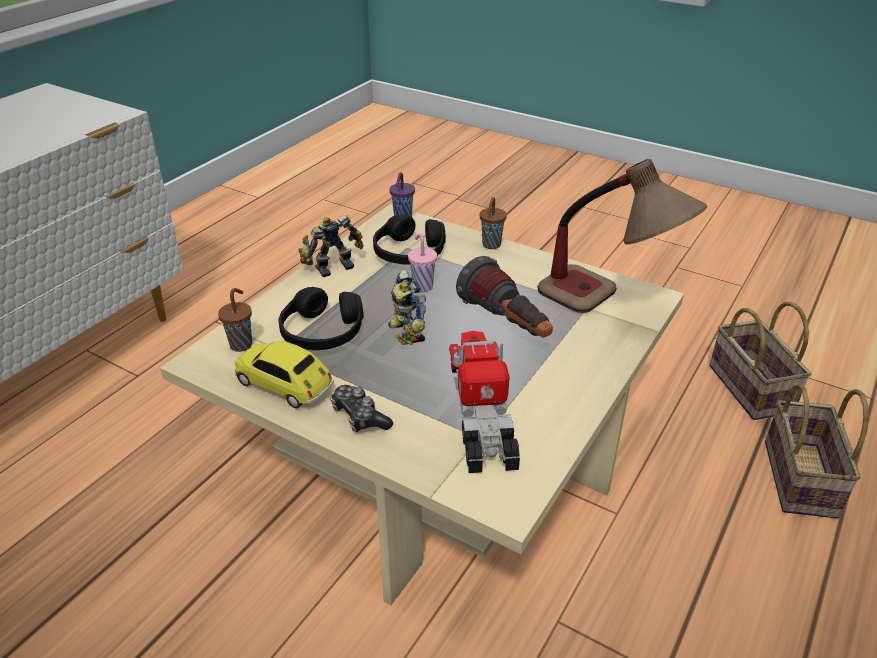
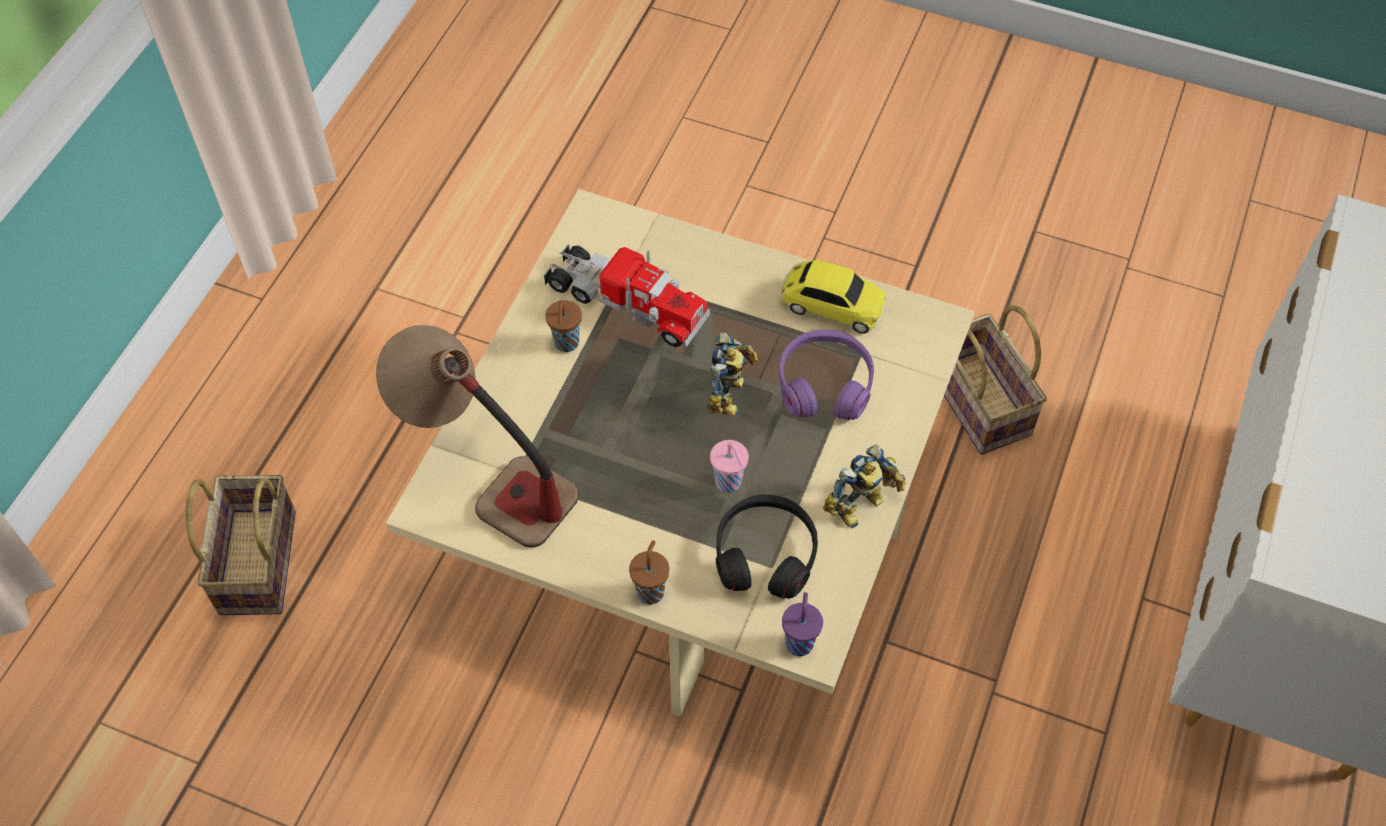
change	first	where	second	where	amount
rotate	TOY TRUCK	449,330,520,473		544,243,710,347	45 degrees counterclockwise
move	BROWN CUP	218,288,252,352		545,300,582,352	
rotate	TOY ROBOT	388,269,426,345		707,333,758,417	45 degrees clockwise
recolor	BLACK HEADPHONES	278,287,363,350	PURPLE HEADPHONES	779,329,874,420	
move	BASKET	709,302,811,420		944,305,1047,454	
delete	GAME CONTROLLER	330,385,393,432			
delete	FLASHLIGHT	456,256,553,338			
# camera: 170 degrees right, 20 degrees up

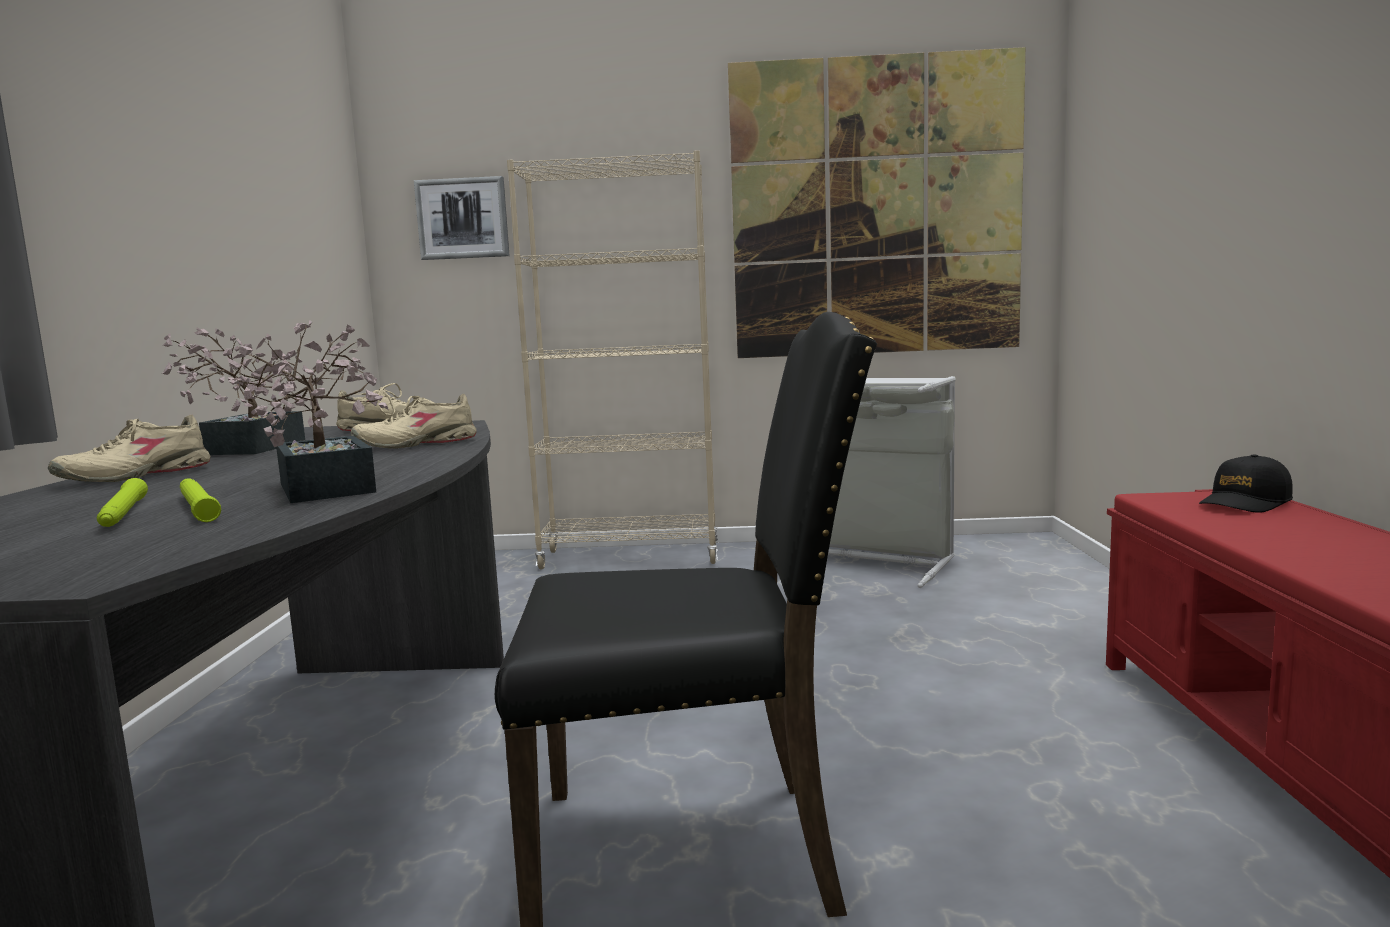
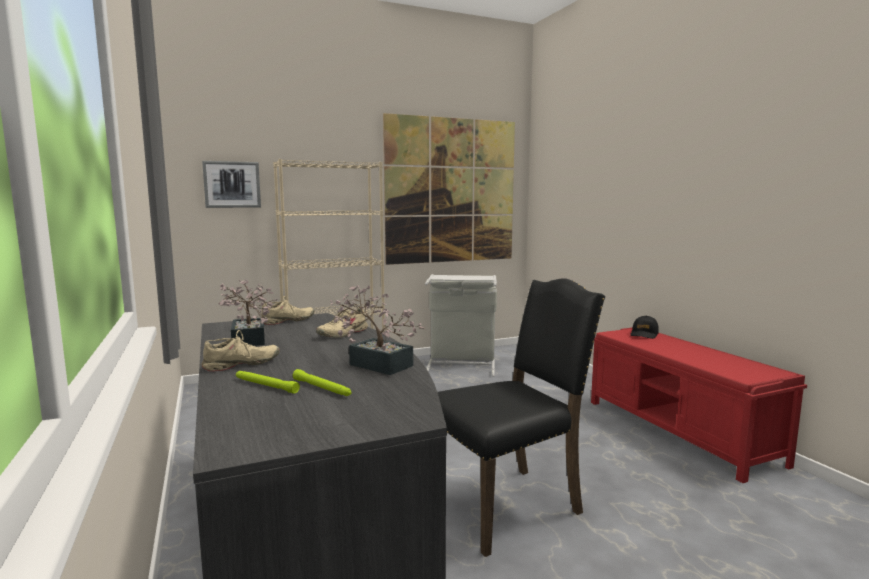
change	first	where	second	where	amount
rotate	BEIGE SHOE	48,415,210,482		202,330,280,371	135 degrees counterclockwise
move	GREEN FLASHLIGHT	180,478,221,522		236,371,300,394	
# camera: 25 degrees left, 0 degrees up

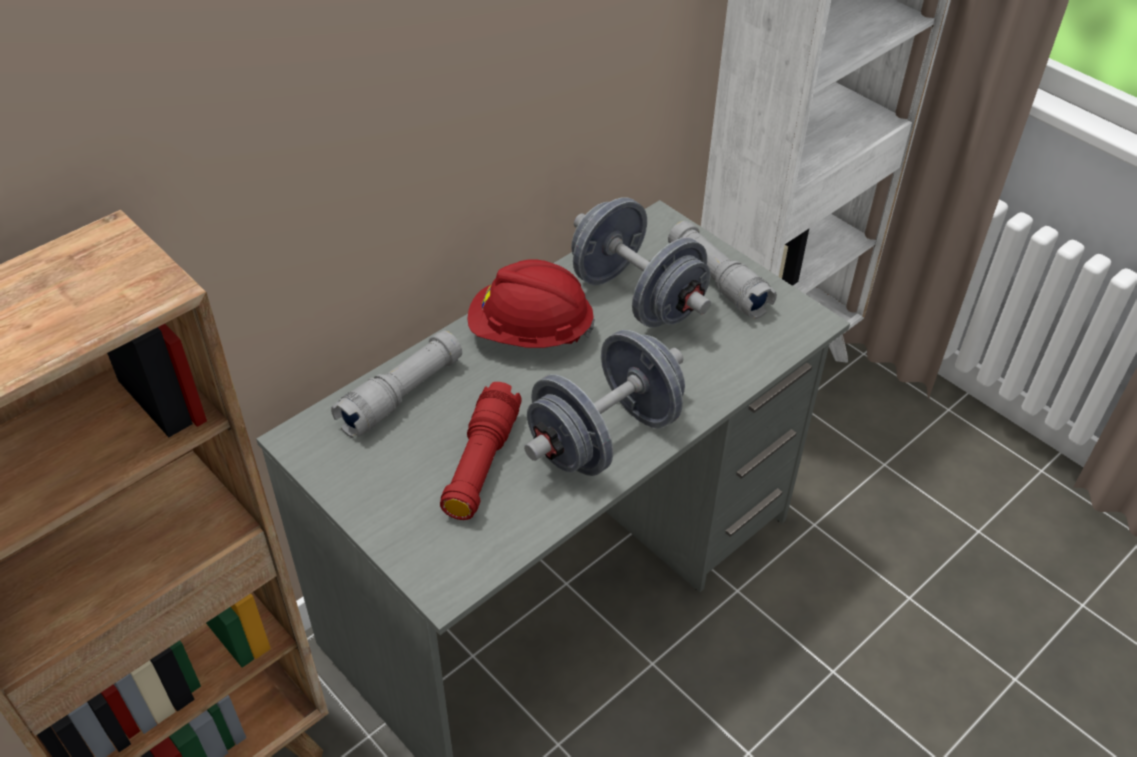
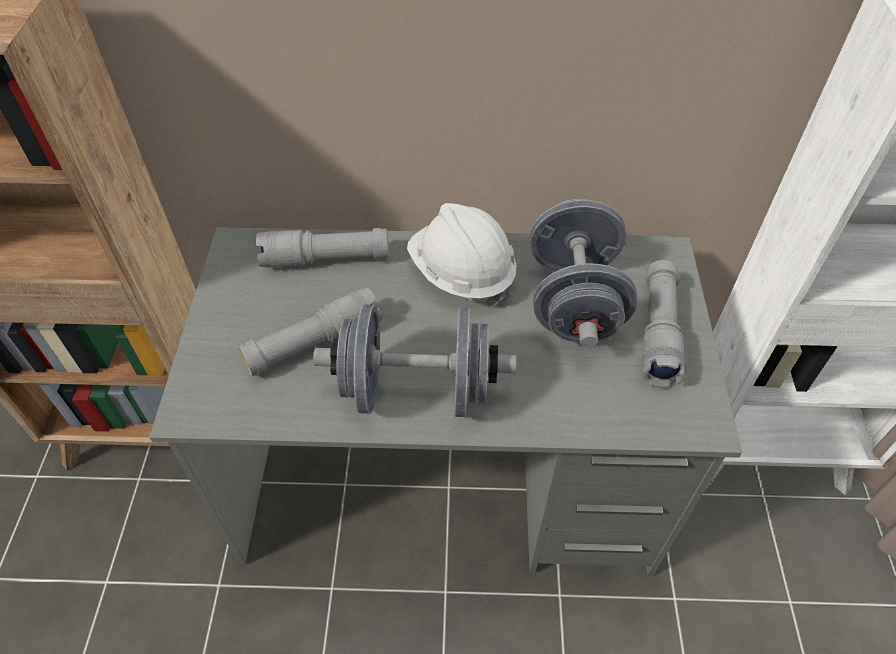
change	first	where	second	where	amount
recolor	RED FLASHLIGHT	440,382,522,520	GREY FLASHLIGHT	238,288,382,376	
recolor	RED HARD HAT	467,259,595,348	WHITE HARD HAT	407,203,517,306	
# camera: 45 degrees right, 5 degrees up

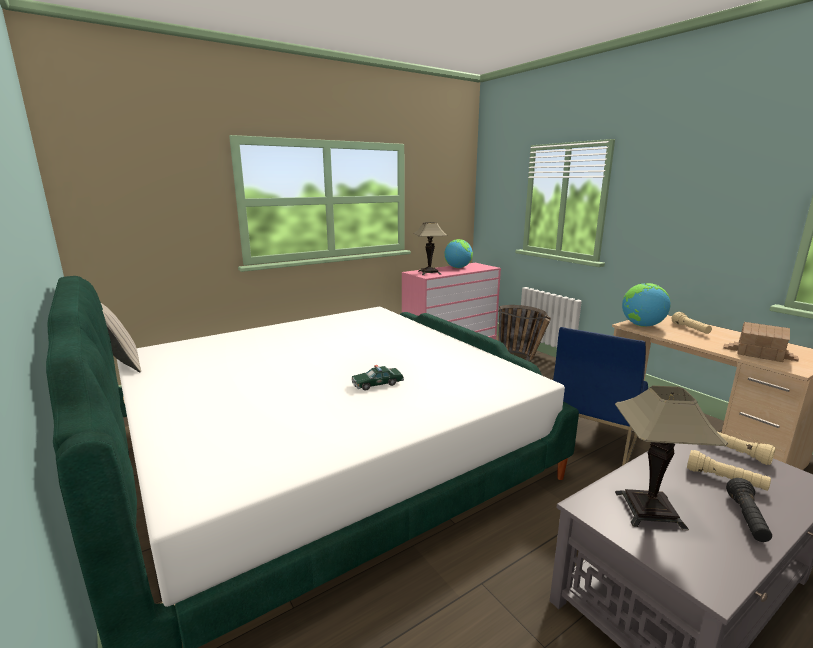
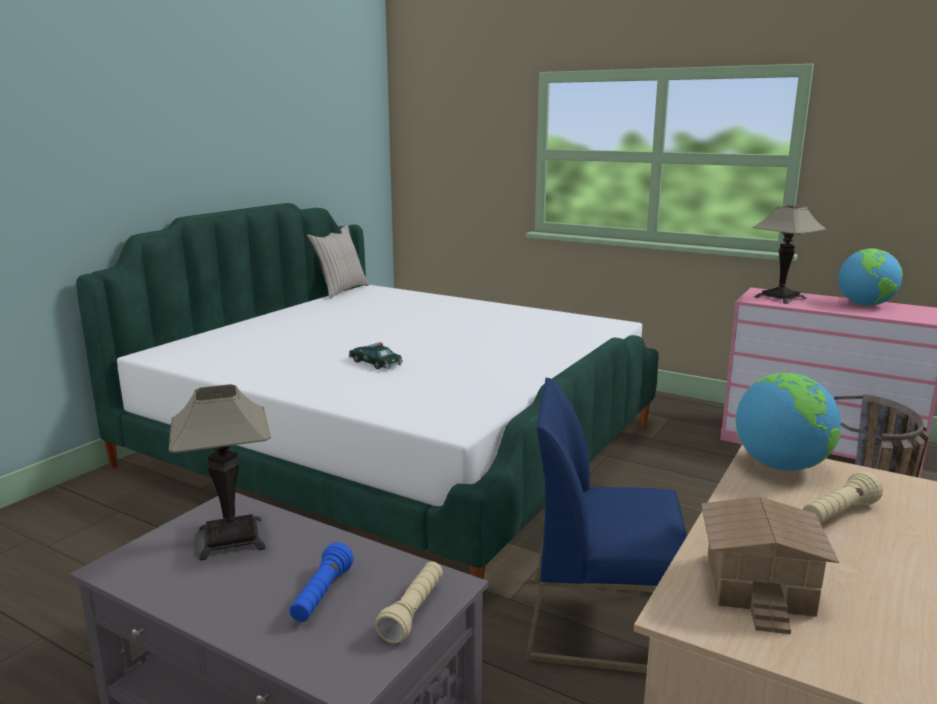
change	first	where	second	where	amount
recolor	BEIGE FLASHLIGHT	687,450,771,491	BLUE FLASHLIGHT	289,542,354,622	
delete	BLACK FLASHLIGHT	726,478,772,542			
# camera: 65 degrees right, 0 degrees up

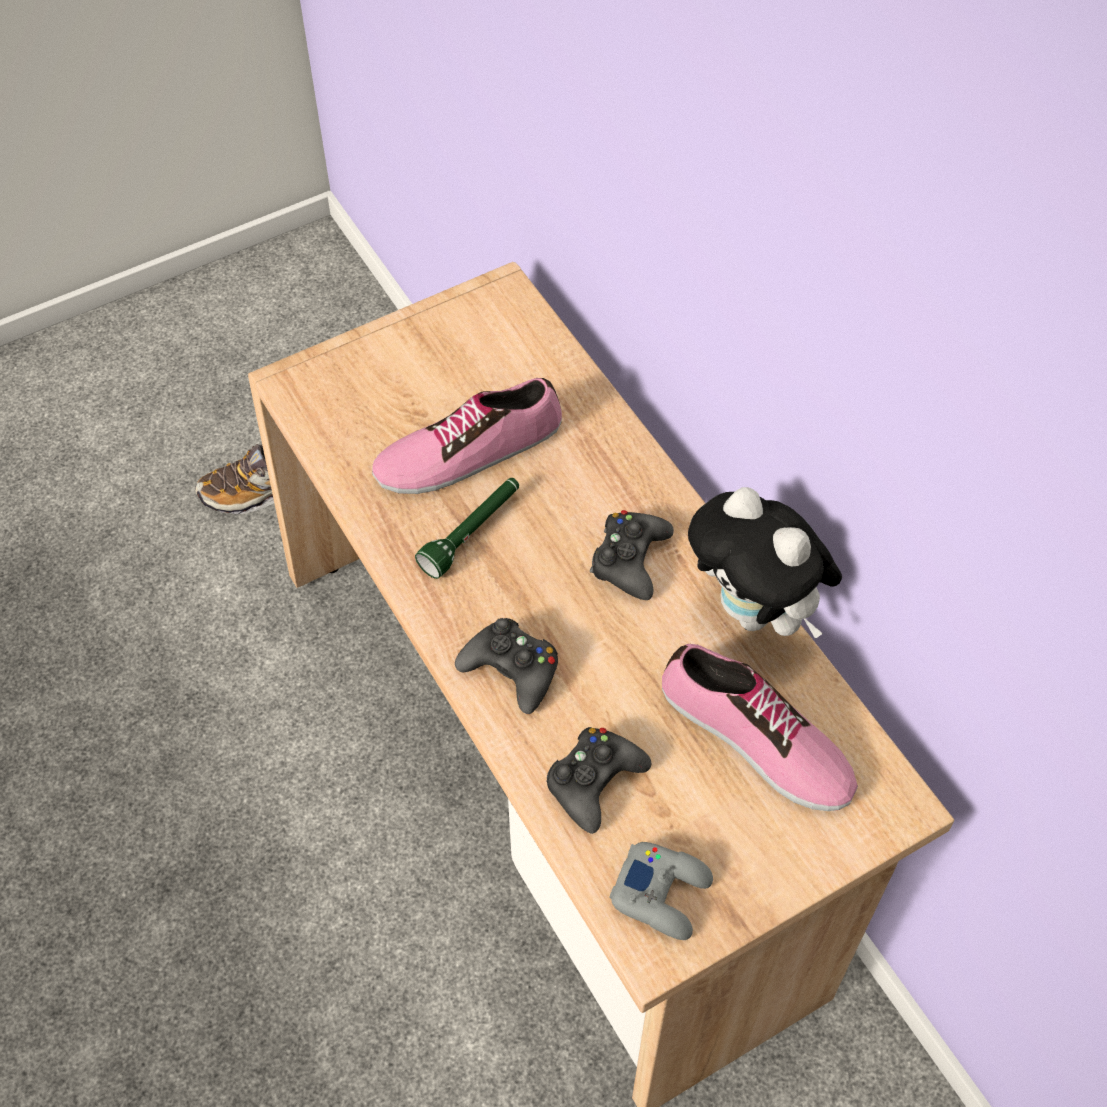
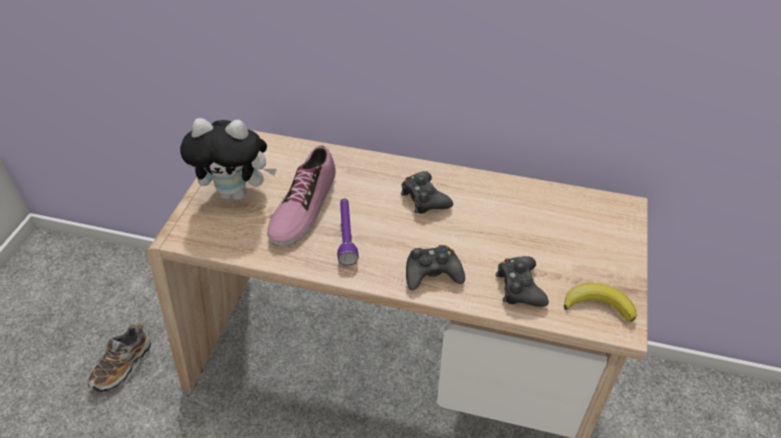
change	first	where	second	where	amount
move	PLUSH TOY	688,487,842,639		180,118,277,201	
recolor	GREEN FLASHLIGHT	415,478,519,579	PURPLE FLASHLIGHT	337,199,359,265	
replace	GREY GAME CONTROLLER	610,842,713,940	BANANA	564,283,637,322	
delete	SHOE	662,644,858,811			
# camera: 45 degrees left, 10 degrees down

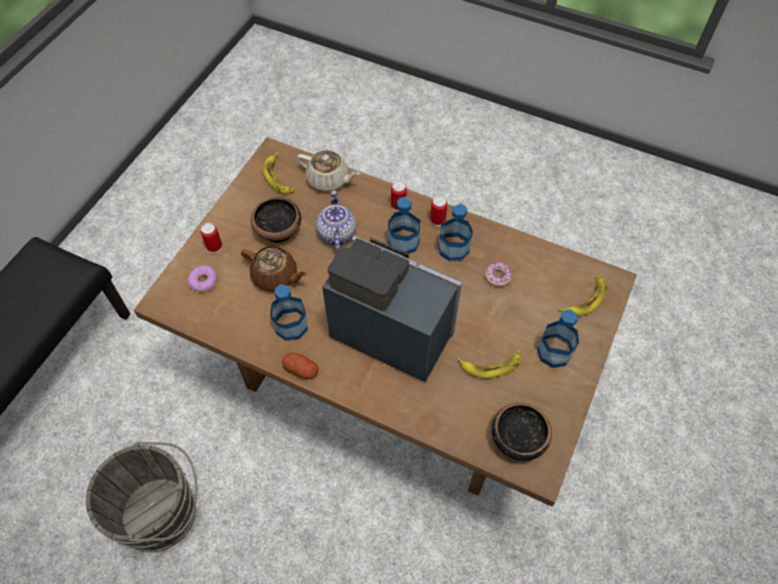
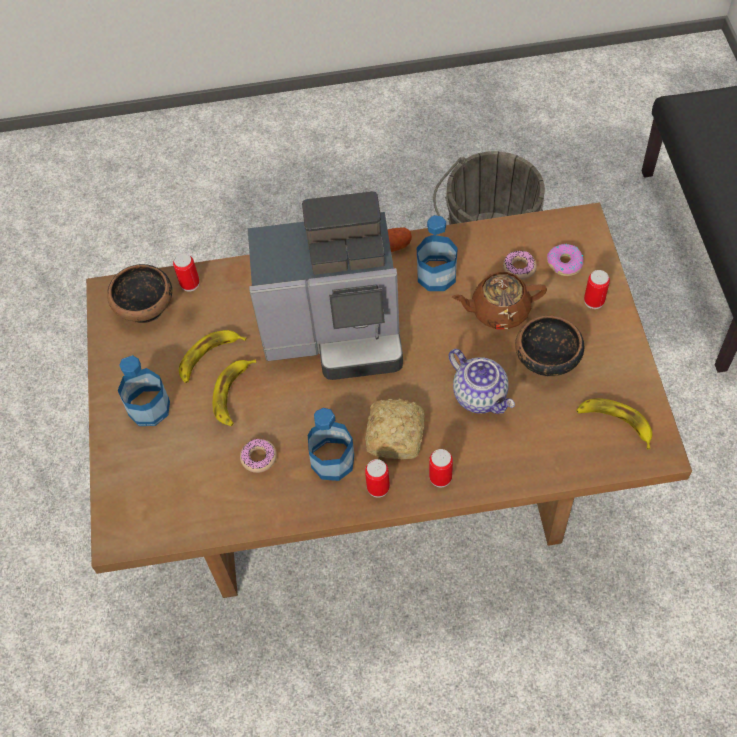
change	first	where	second	where	amount
insert			CAN	173,253,200,292	
move	BANANA	558,275,607,316		212,359,256,426	
replace	BOTTLE	388,197,420,254	BREAD	365,399,425,459	
insert			DONUT	503,250,537,280	
delete	BEIGE TEAPOT	297,150,360,192			
# camera: 150 degrees right, 0 degrees up

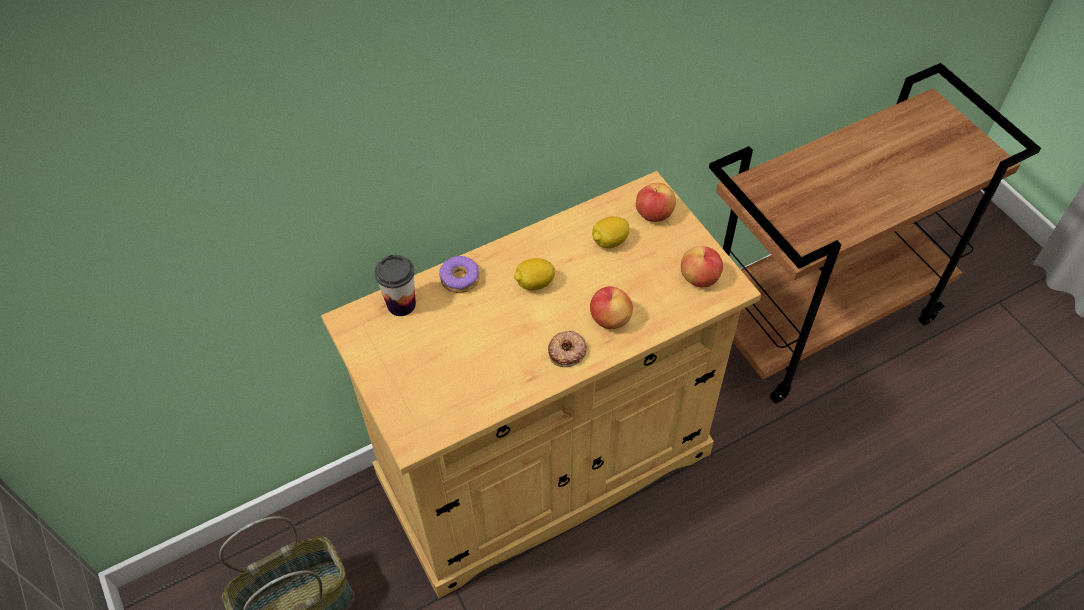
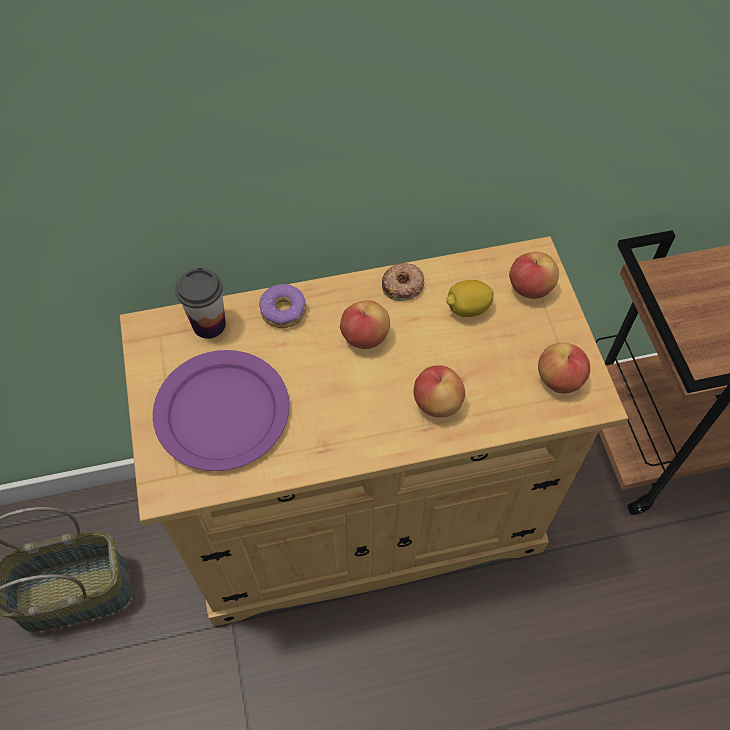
change	first	where	second	where	amount
insert			PURPLE PLATE	153,350,289,471	
replace	LEMON	514,258,555,290	APPLE	340,300,390,349	
move	DONUT	548,331,587,367		382,263,424,301	
# camera: 15 degrees right, 5 degrees up

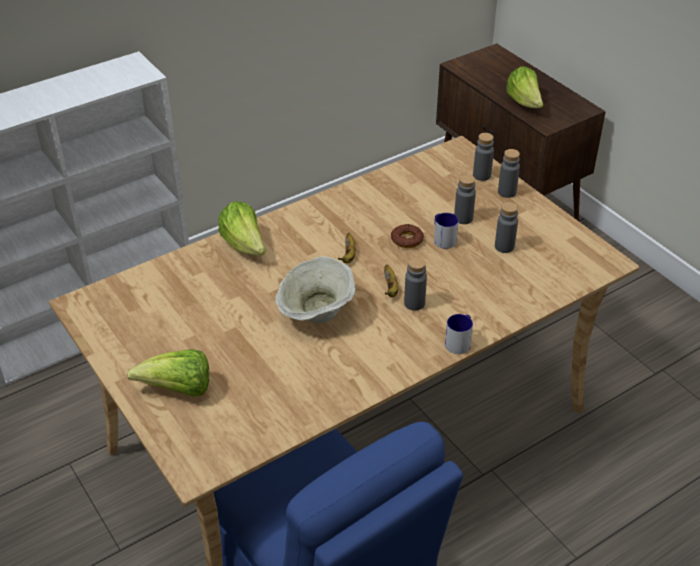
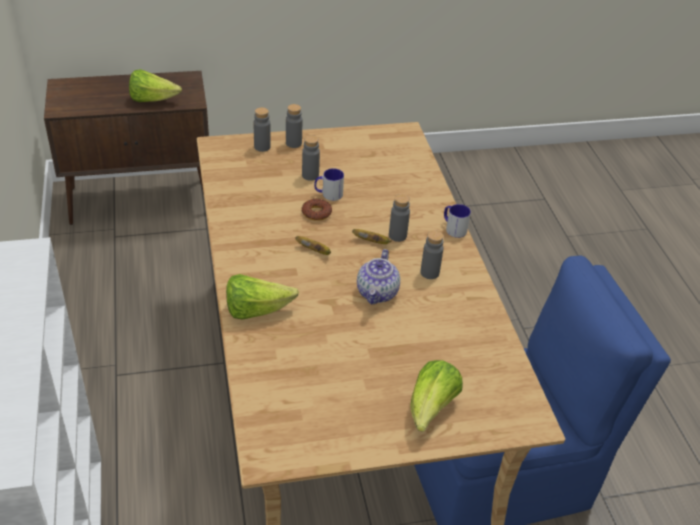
change	first	where	second	where	amount
replace	BEIGE BOWL	275,256,355,324	TEAPOT	357,249,400,304	
move	GREY BOTTLE	495,202,518,253		420,230,444,279	
# camera: 70 degrees left, 0 degrees up

